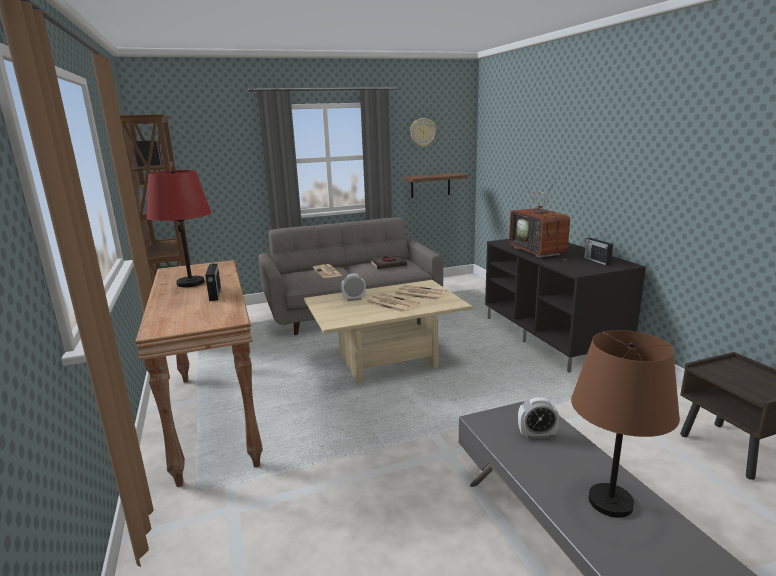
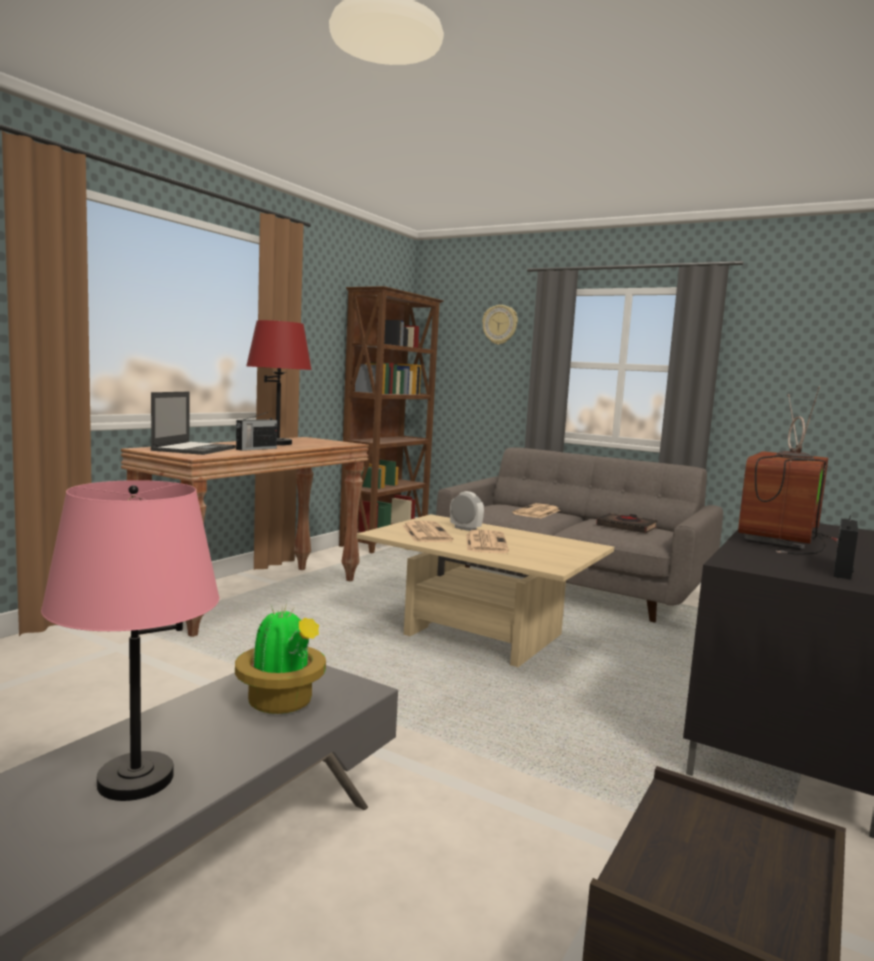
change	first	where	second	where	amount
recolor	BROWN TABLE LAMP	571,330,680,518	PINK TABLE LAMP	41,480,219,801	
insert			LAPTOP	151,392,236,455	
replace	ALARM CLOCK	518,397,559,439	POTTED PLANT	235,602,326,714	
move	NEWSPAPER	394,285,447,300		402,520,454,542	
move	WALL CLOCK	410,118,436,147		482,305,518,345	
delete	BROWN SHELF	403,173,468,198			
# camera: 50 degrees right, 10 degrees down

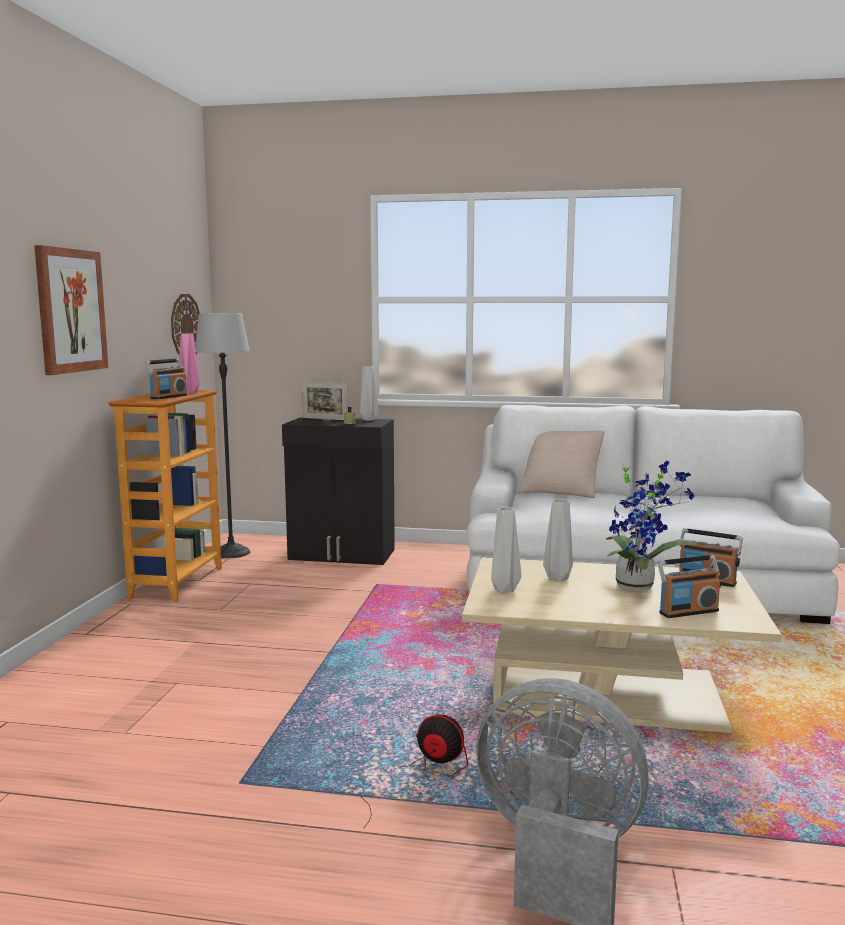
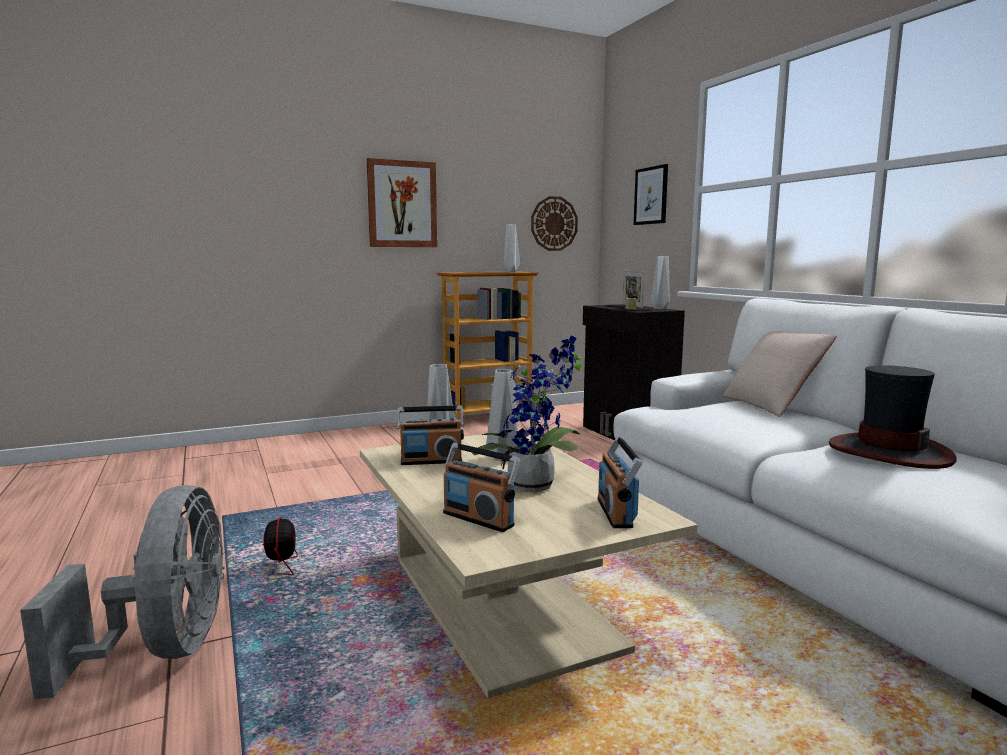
change	first	where	second	where	amount
move	RADIO	145,358,187,399		397,406,464,465	
recolor	PINK VASE	178,333,199,393	GREY VASE	504,224,520,272	
insert			PICTURE	634,164,668,225	
insert			HAT	829,365,957,469	
delete	FLOOR LAMP	195,313,250,559			
# camera: 55 degrees right, 0 degrees up

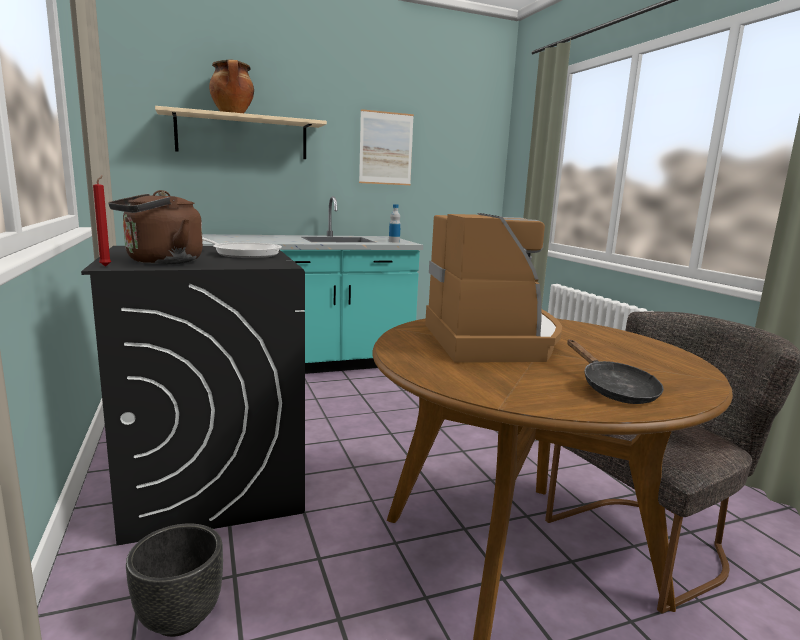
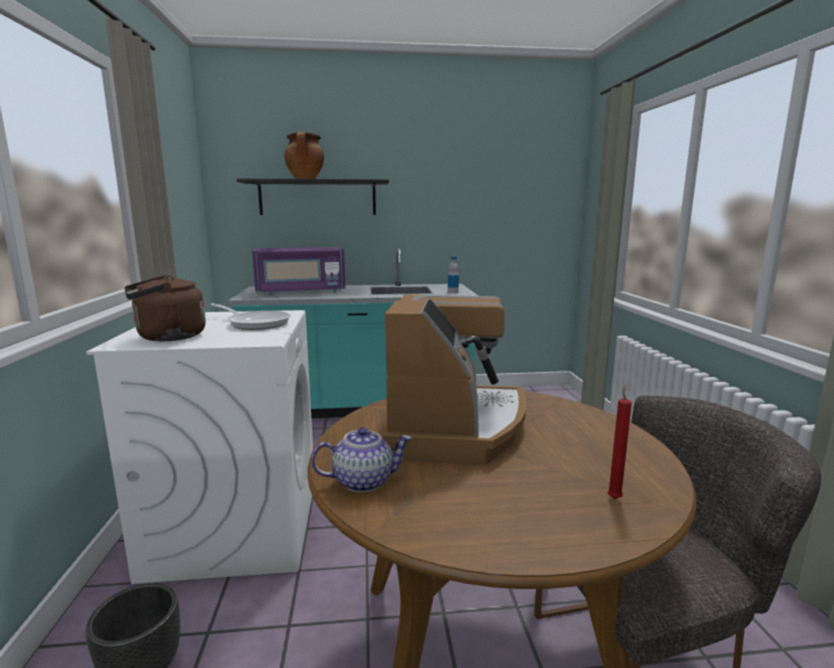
change	first	where	second	where	amount
recolor	BLACK WASHING MACHINE	81,246,305,545	WHITE WASHING MACHINE	86,310,313,584	
recolor	BEIGE SHELF	155,106,327,159	BLACK SHELF	237,178,389,215	
insert			PURPLE MICROWAVE	252,247,346,295	
insert			TEAPOT	311,427,412,493	
move	RED CANDLE	93,176,111,267		607,385,632,499	
delete	PICTURE	359,109,414,185			
delete	BLACK FRYING PAN	567,340,664,404			
# camera: 15 degrees right, 0 degrees up

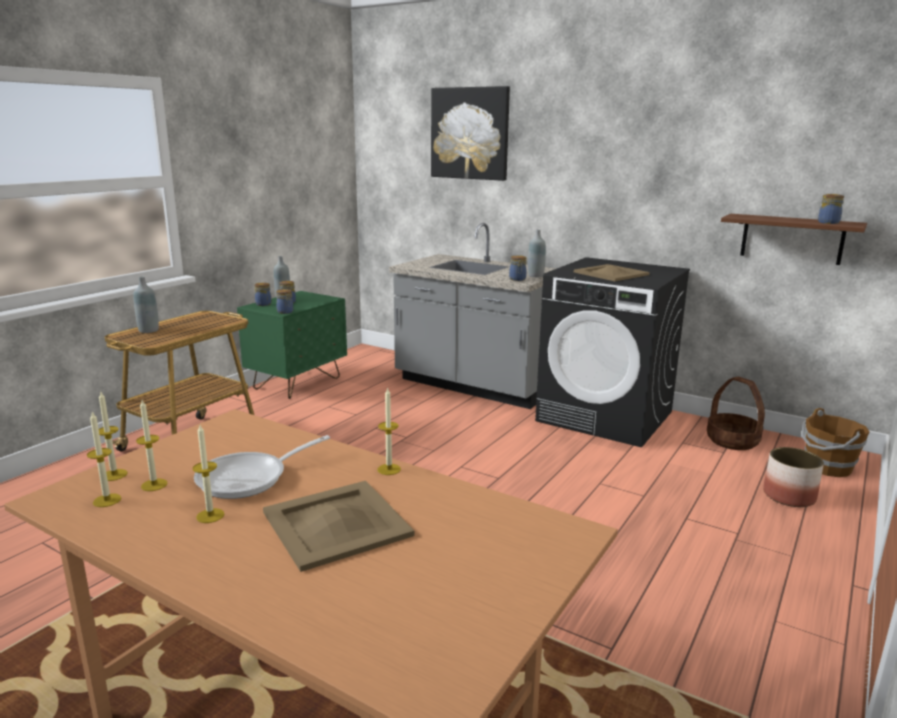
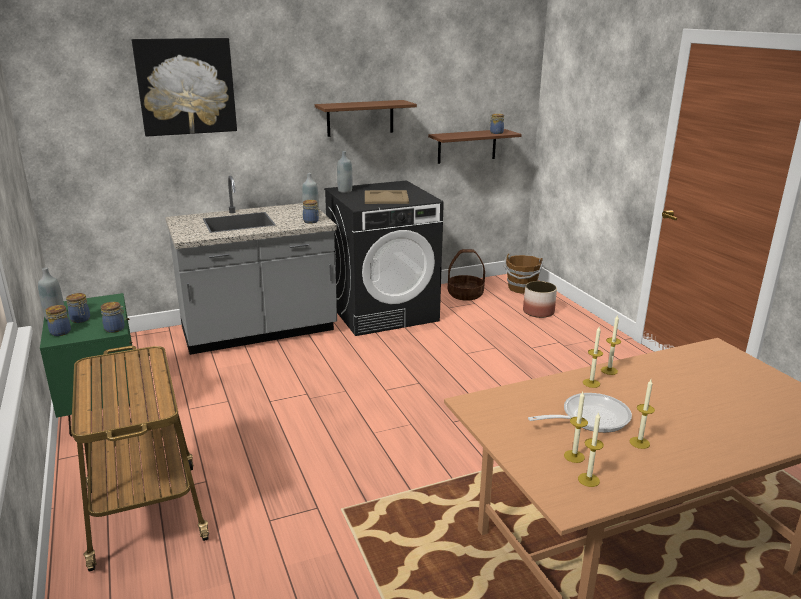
change	first	where	second	where	amount
insert			BROWN SHELF	315,100,417,137	
move	GREY BOTTLE	133,277,159,333		337,151,352,193	
rotate	FRYING PAN	194,435,330,499		528,393,632,433	105 degrees counterclockwise
move	CANDLE	99,392,128,481		583,327,603,388	
delete	BEIGE TRAY	263,481,415,572			
# camera: 55 degrees left, 5 degrees up

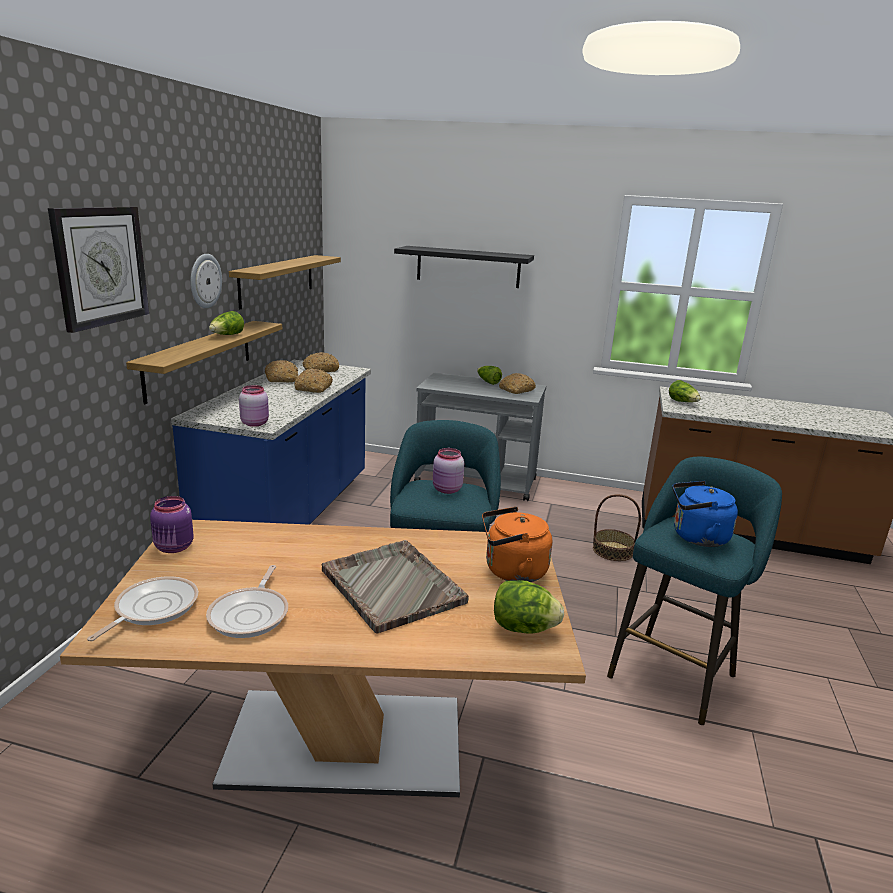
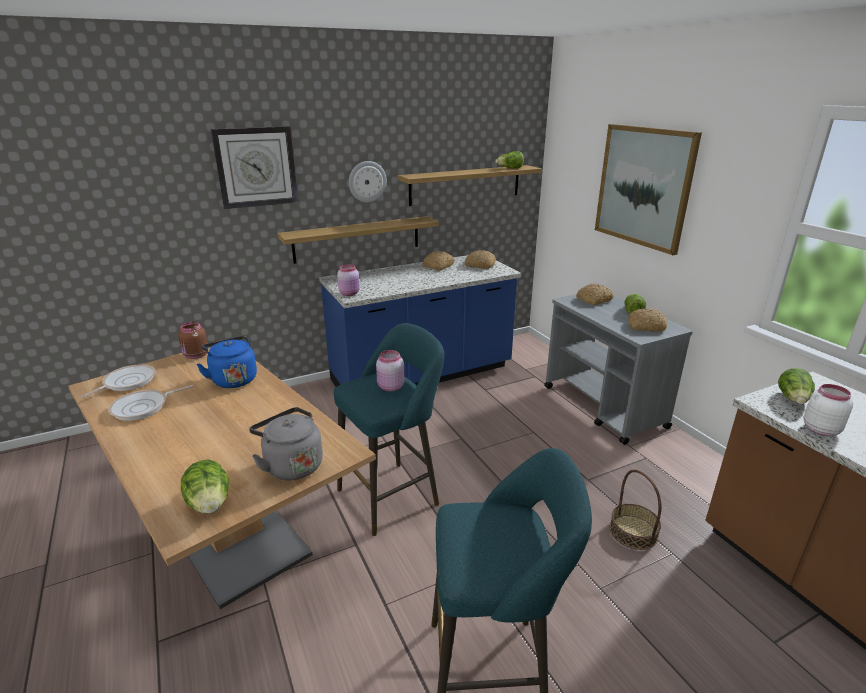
change	first	where	second	where	amount
rotate	FRYING PAN	87,576,199,641		81,365,156,398	45 degrees counterclockwise
recolor	PURPLE JAR	150,496,194,553	BROWN JAR	178,322,208,359	
move	BLUE KETTLE	672,481,738,547		196,336,257,388	
recolor	ORANGE KETTLE	482,507,552,582	GREY KETTLE	249,407,323,480	
move	LETTUCE	209,311,244,335		495,151,524,169	
move	BREAD	295,369,333,393		576,283,614,305	
replace	BLACK SHELF	394,246,534,288	PICTURE	595,124,702,255	
insert			WHITE JAR	804,384,853,436	
delete	GREY TRAY	321,540,469,634			
# camera: 50 degrees right, 5 degrees up

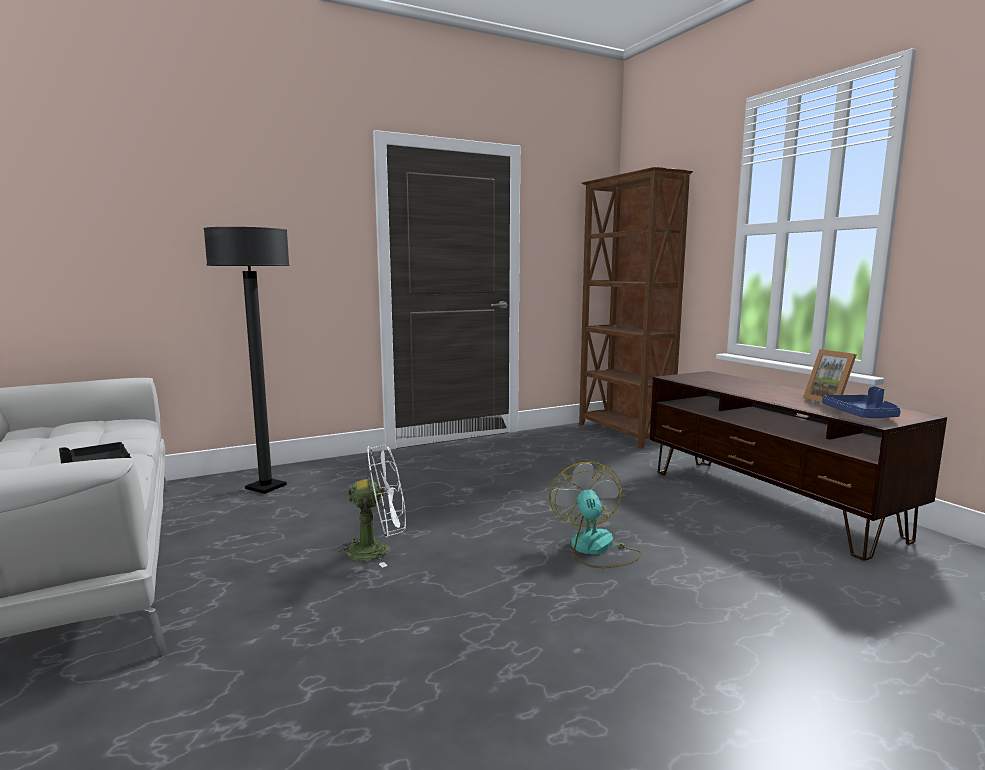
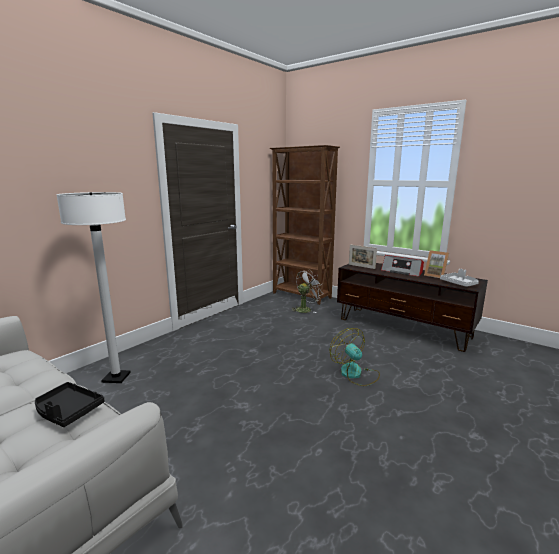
change	first	where	second	where	amount
recolor	BLACK FLOOR LAMP	203,227,290,494	WHITE FLOOR LAMP	56,192,131,383	
move	WHITE FAN	335,445,406,568		291,270,322,313	
insert			PICTURE FRAME	349,245,377,269	
insert			RADIO	381,255,424,277	
recolor	BLUE TRAY	822,386,901,418	GREY TRAY	440,269,479,287	
# camera: 25 degrees left, 5 degrees up

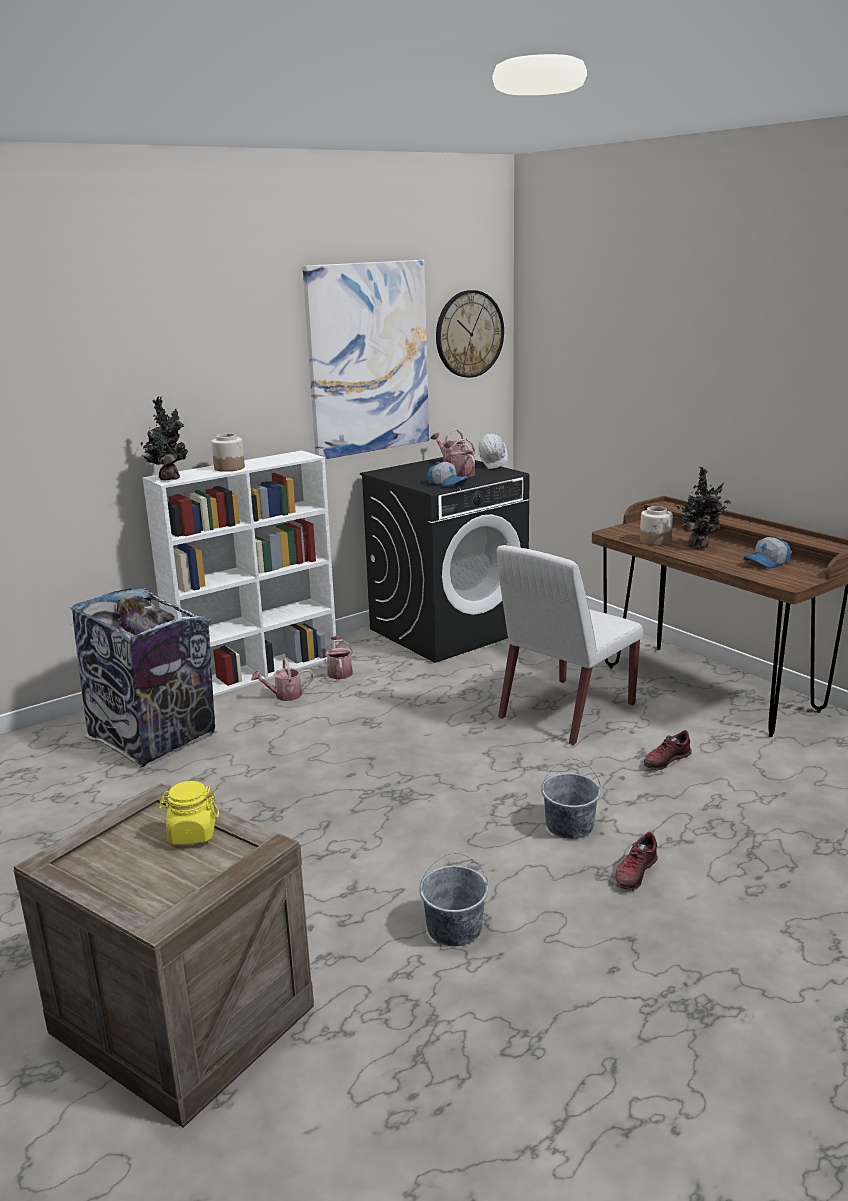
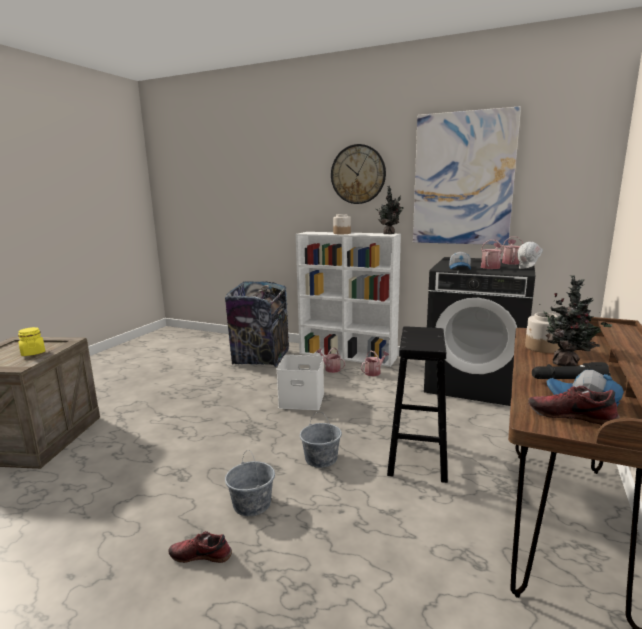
change	first	where	second	where	amount
insert			WHITE STORAGE BOX	276,355,324,410	
move	GREY BUCKET	419,853,488,946		300,412,342,468	
move	WALL CLOCK	436,290,504,378		331,144,386,204	
move	POTTED PLANT	140,397,188,481		376,186,404,234	
replace	WHITE CHAIR	496,545,643,745	BLACK STOOL	387,326,448,483	
move	SHOE	644,730,692,771		528,386,620,425	
insert			BLACK FLASHLIGHT	532,362,610,379	
# camera: 60 degrees right, 5 degrees down

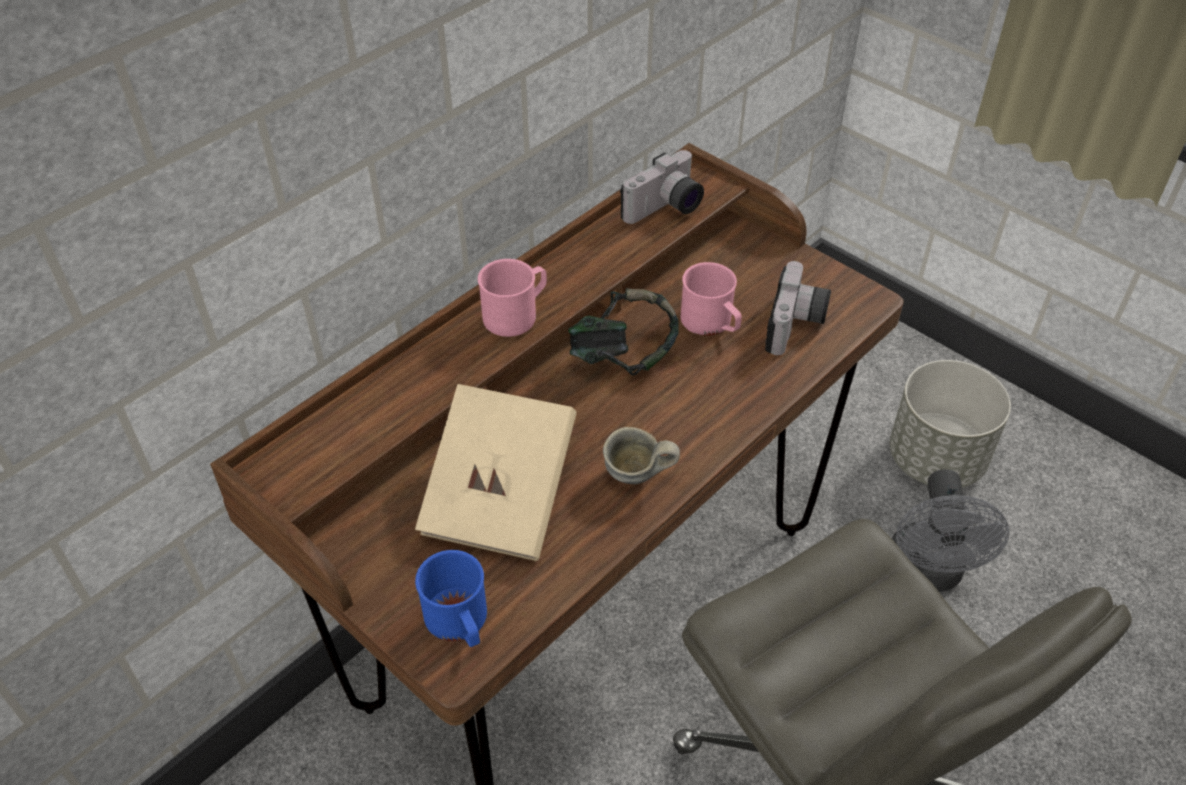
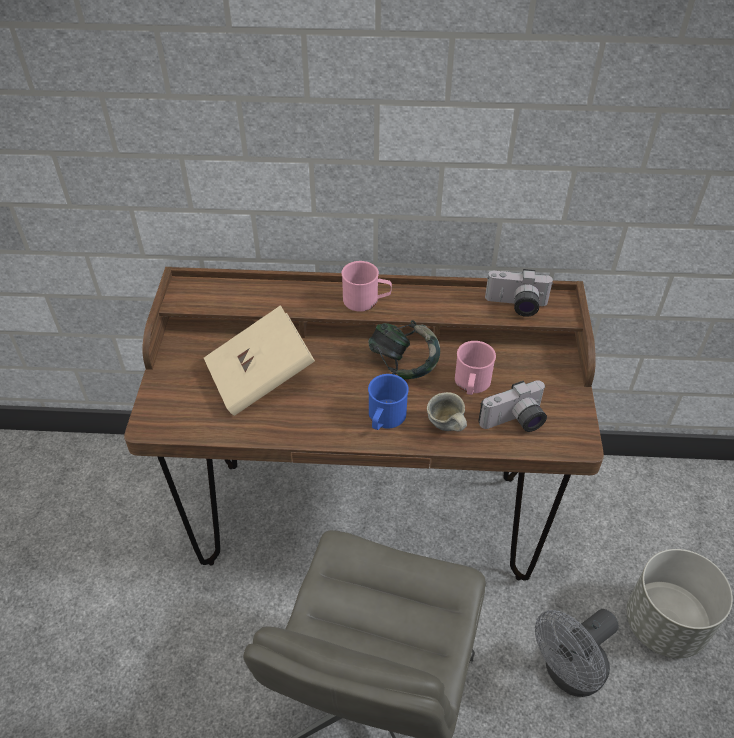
change	first	where	second	where	amount
move	BLUE MUG	415,550,487,647		368,374,409,430	
move	GREY MUG	603,427,680,484		427,392,467,431	
# camera: 50 degrees right, 0 degrees up

